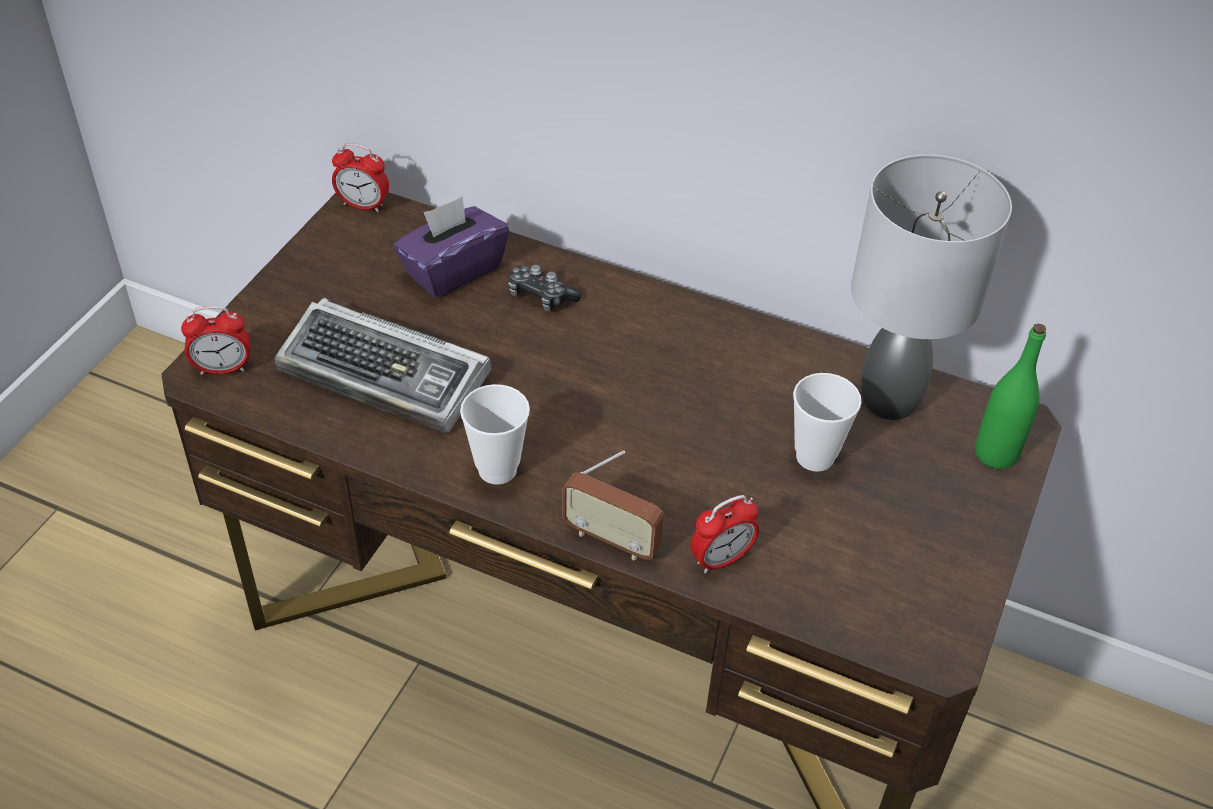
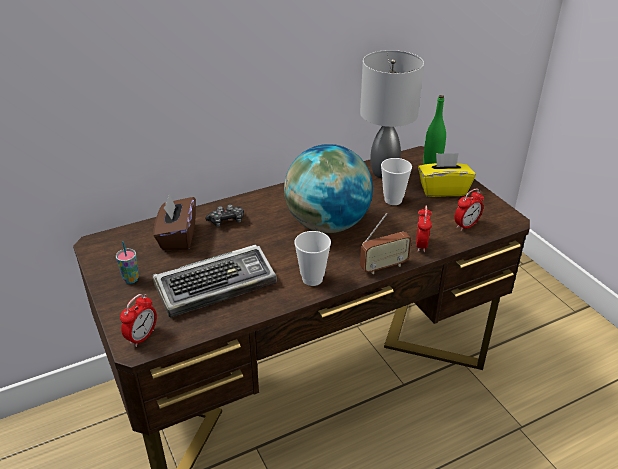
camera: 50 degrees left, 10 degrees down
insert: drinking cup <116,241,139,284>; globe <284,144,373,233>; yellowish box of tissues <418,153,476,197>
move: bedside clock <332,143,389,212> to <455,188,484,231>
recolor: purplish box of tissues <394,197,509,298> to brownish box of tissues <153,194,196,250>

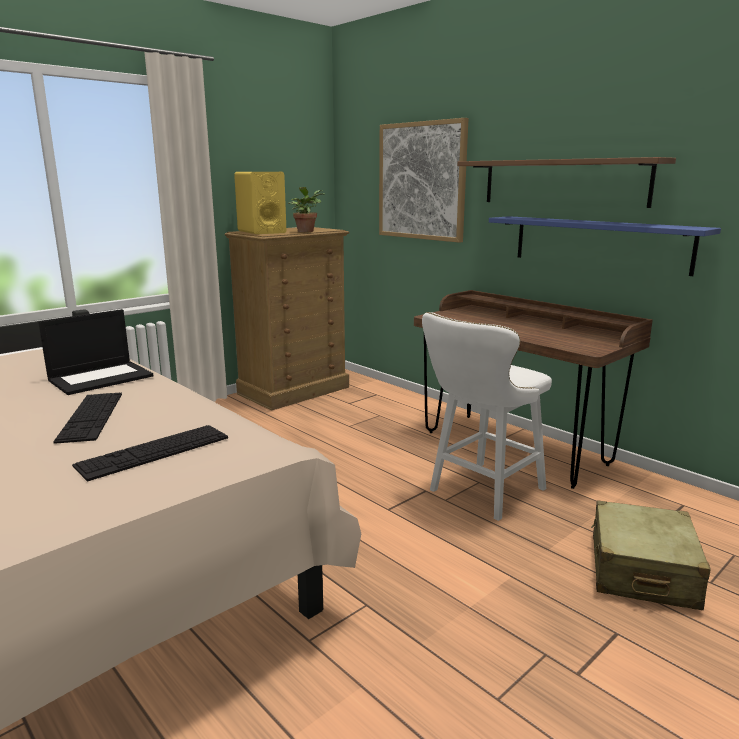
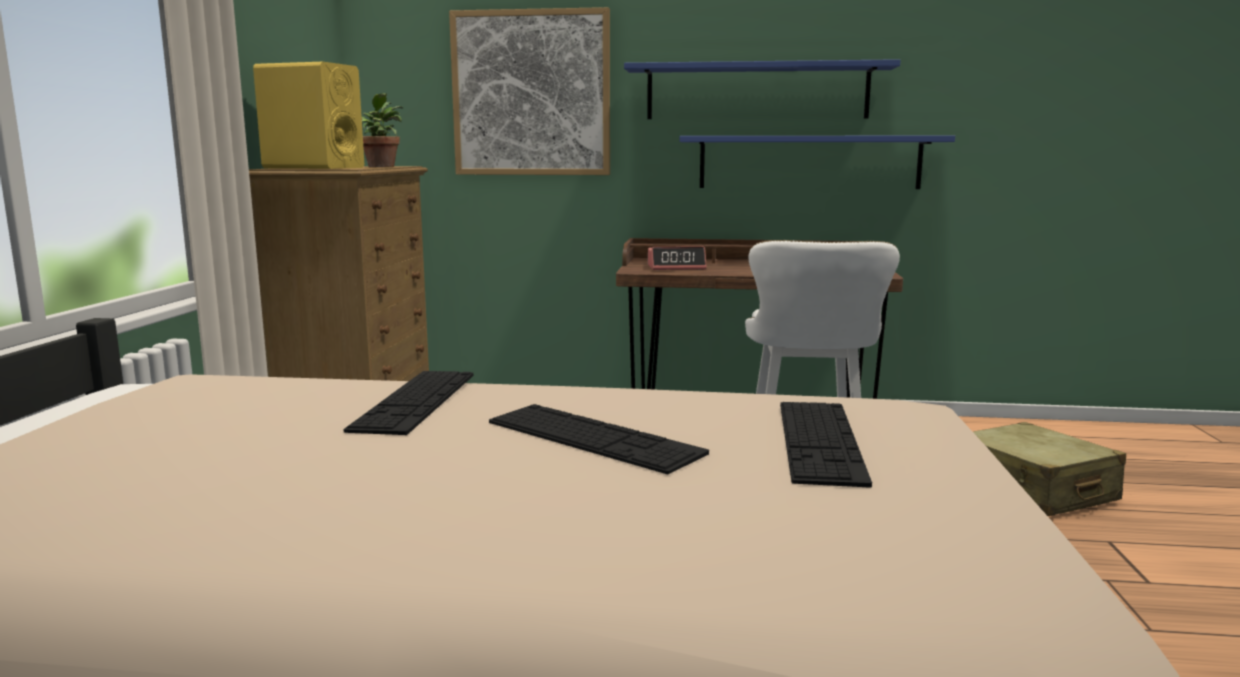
camera: 40 degrees left, 5 degrees down
insert: bedside clock <648,246,707,270>
replace: laptop <38,309,154,395> to PC keyboard <343,371,473,435>
recolor: brownish shelf <457,157,676,208> to blue-coloured shelf <624,59,901,119>

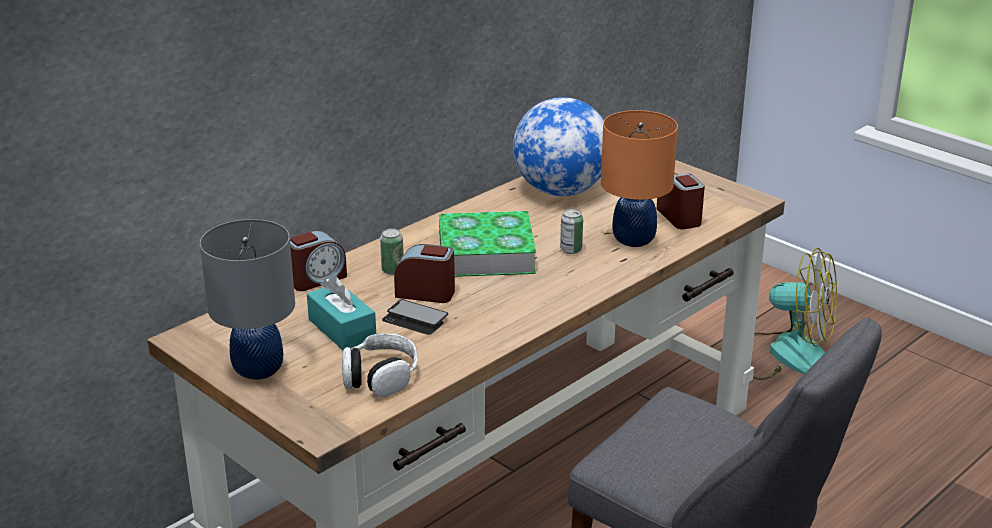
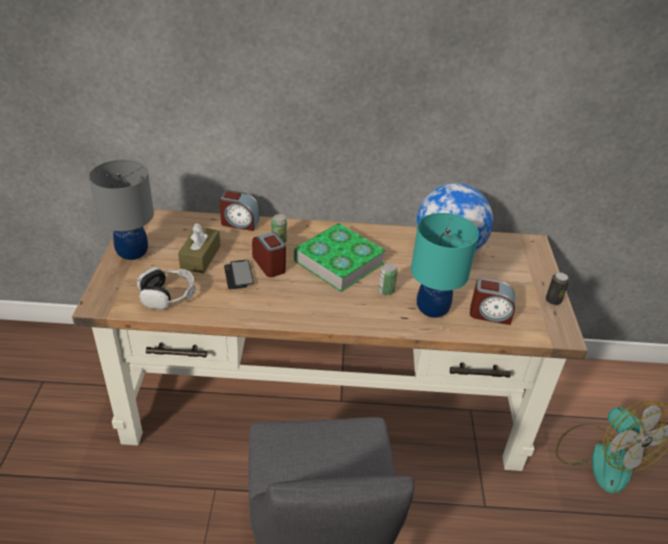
camera: 45 degrees right, 10 degrees up
insert: sealed can <546,272,569,305>
recolor: turquoise-coloured box of tissues <307,276,376,350> to brownish box of tissues <178,223,220,274>; orangey table lamp <601,110,678,247> to turquoise-coloured table lamp <411,213,479,318>
rotate: bedside clock <657,174,705,229> = <470,278,515,325> 75 degrees clockwise

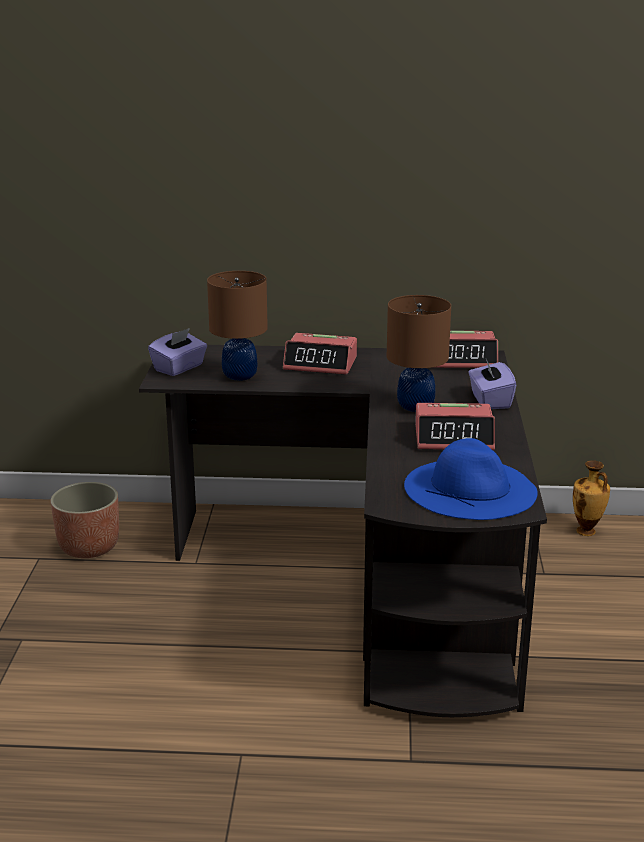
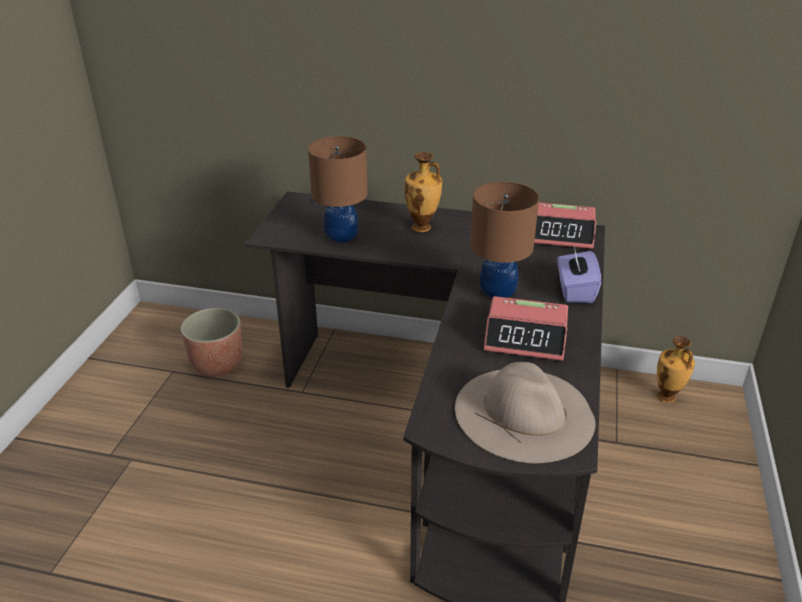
camera: 10 degrees right, 10 degrees up
delete: purplish box of tissues <148,328,207,376>
replace: bedside clock <283,333,357,375> to vase <405,152,442,232>
recolor: blue-coloured wearable hat <404,438,538,520> to beige-coloured wearable hat <455,362,596,463>

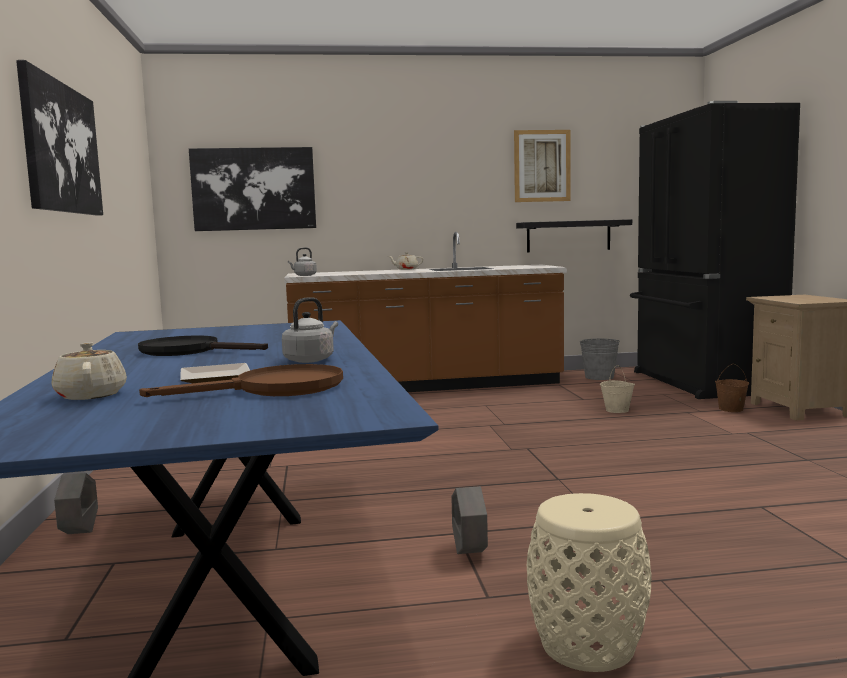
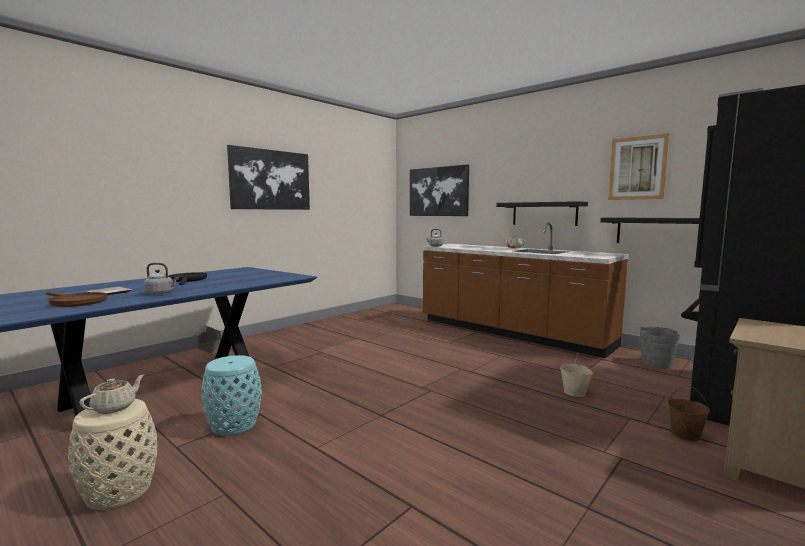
camera: 50 degrees right, 0 degrees up
insert: blackish shelf <496,201,588,226>
move: beige-coloured pot for tea <52,342,127,400> to <79,374,144,414>
replace: grey flower pot <451,486,488,554> to turquoise-coloured stool <201,355,262,436>

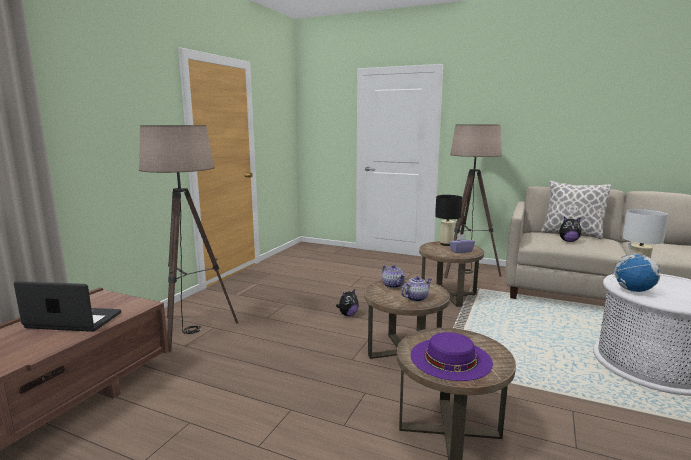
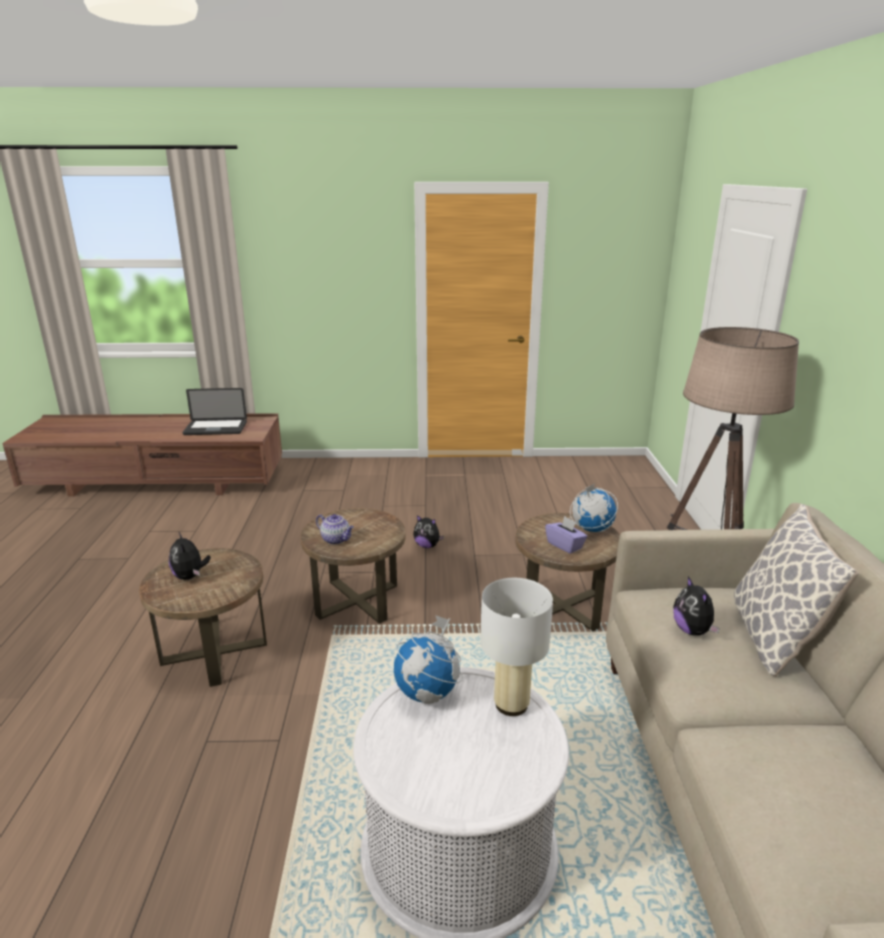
camera: 65 degrees right, 10 degrees up
delete: standard lamp <139,125,238,352>; pot for tea <382,265,406,288>
replace: purplish wearable hat <410,332,493,381> to cuddly toy <169,531,211,580>; blackish table lamp <435,195,462,246> to globe <570,483,618,532>
rotate: laptop <14,281,121,332> = <182,388,247,435> 105 degrees clockwise

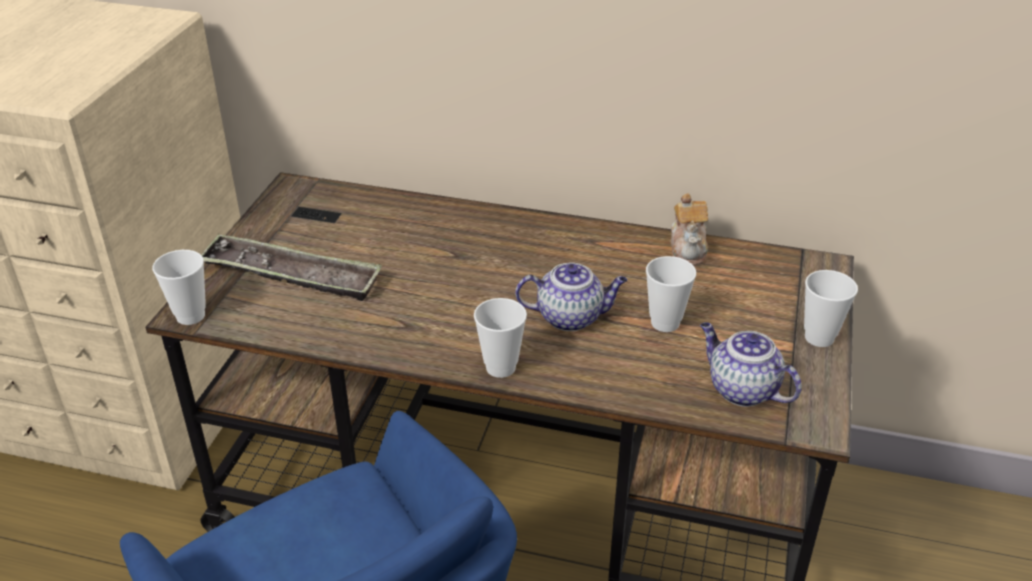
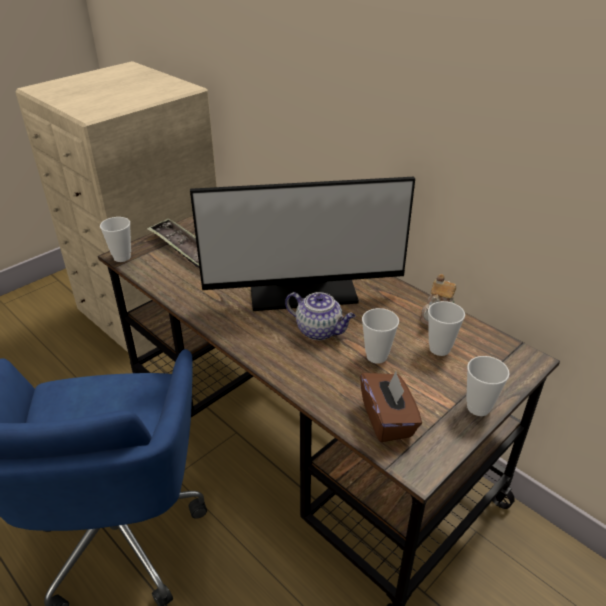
camera: 30 degrees right, 0 degrees up
insert: monitor <190,177,415,311>
move: drinking cup <474,298,527,378> to <428,301,465,356>
replace: pot for tea <700,322,802,407> to brownish box of tissues <360,371,422,442>

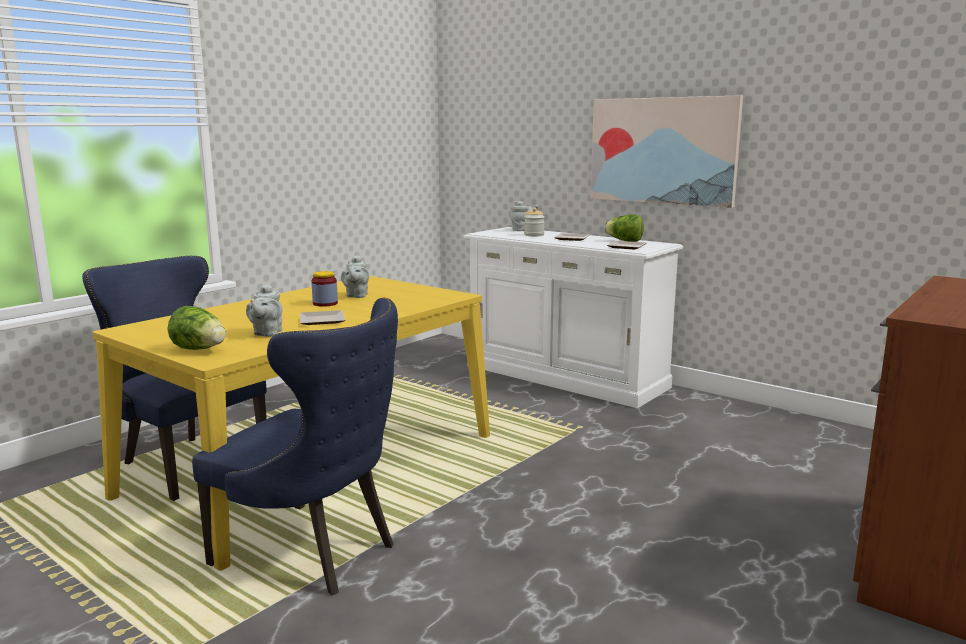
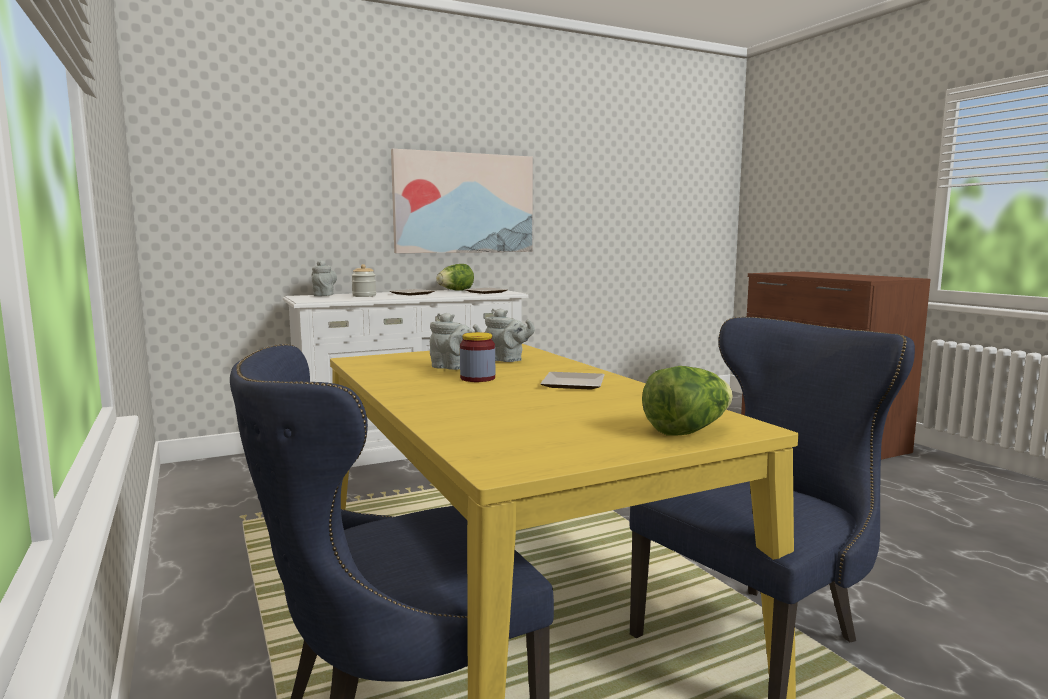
camera: 65 degrees left, 5 degrees down
move: grey pot for tea <246,284,282,337> to <485,308,535,362>

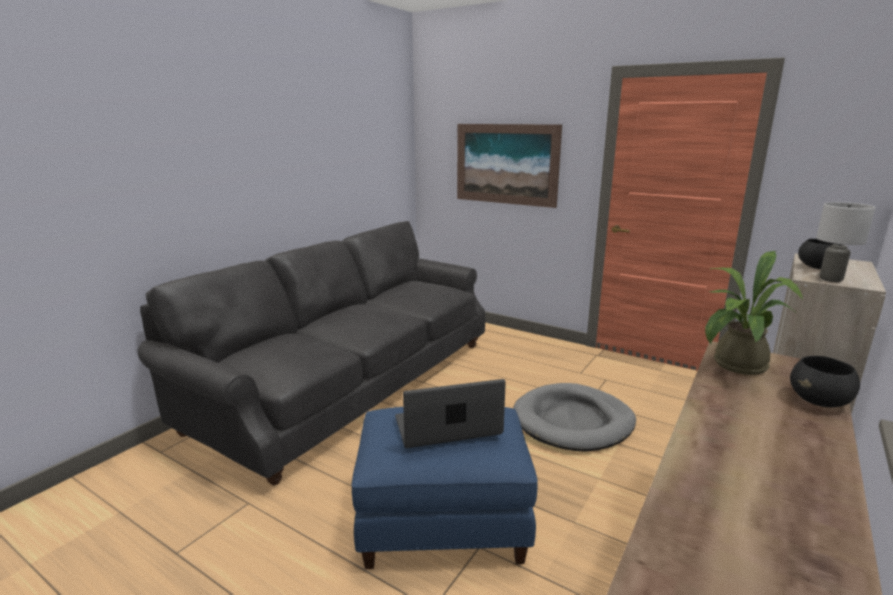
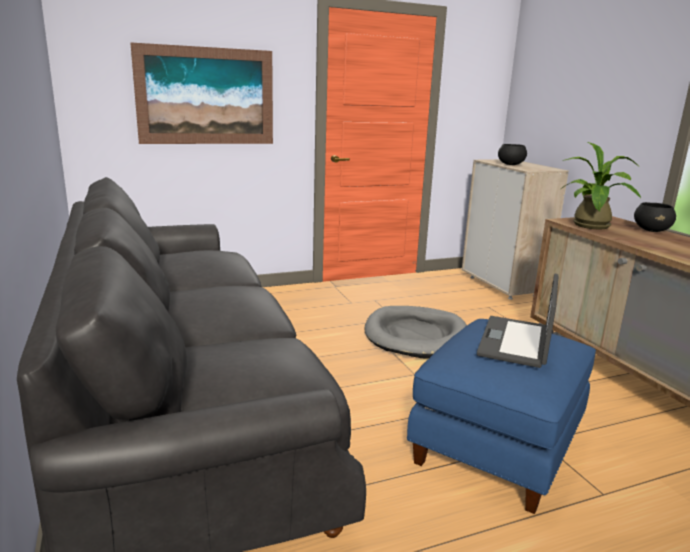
camera: 55 degrees left, 0 degrees up
delete: white-coloured table lamp <816,202,876,282>

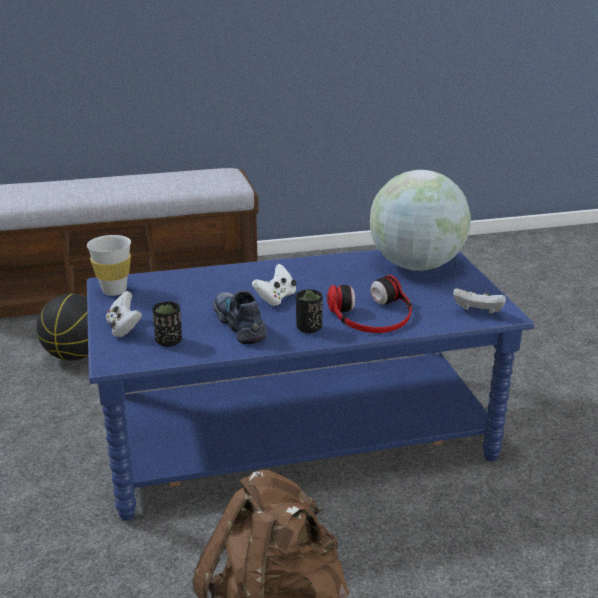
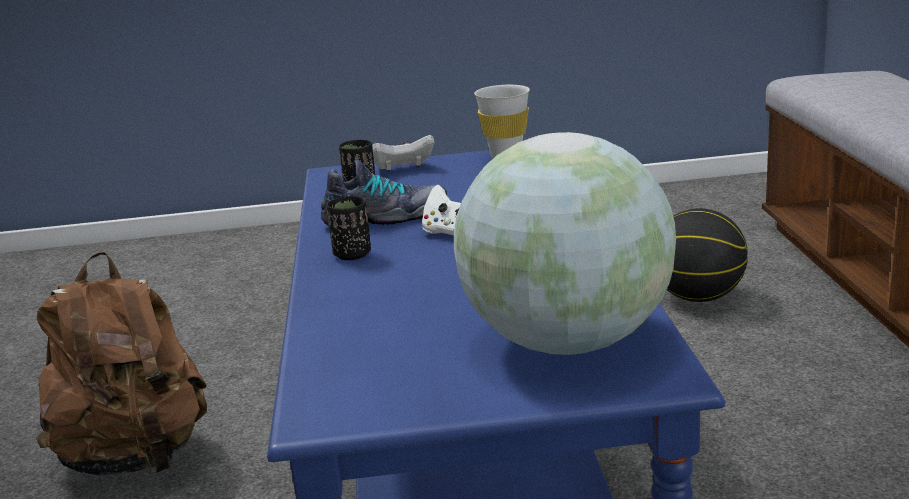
camera: 100 degrees right, 5 degrees down
delete: headset <327,275,412,333>; white-coloured gamepad <453,288,506,314>

